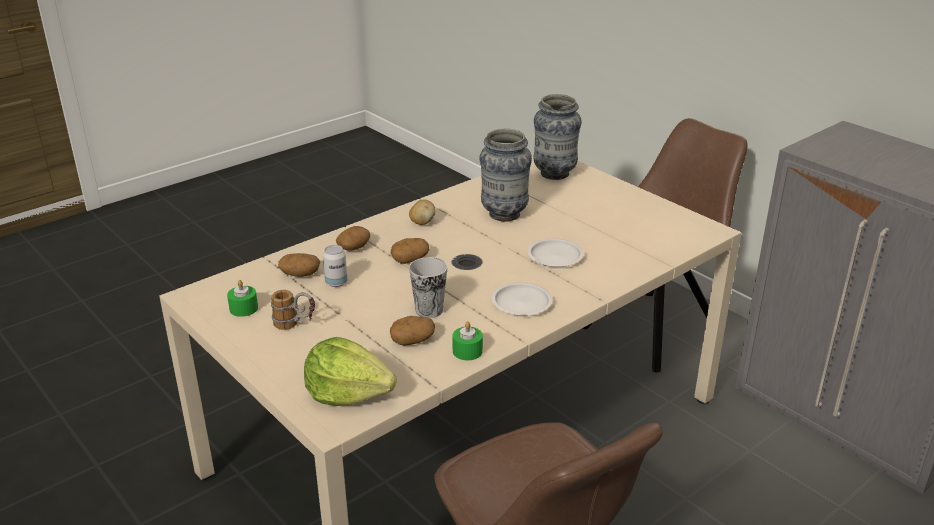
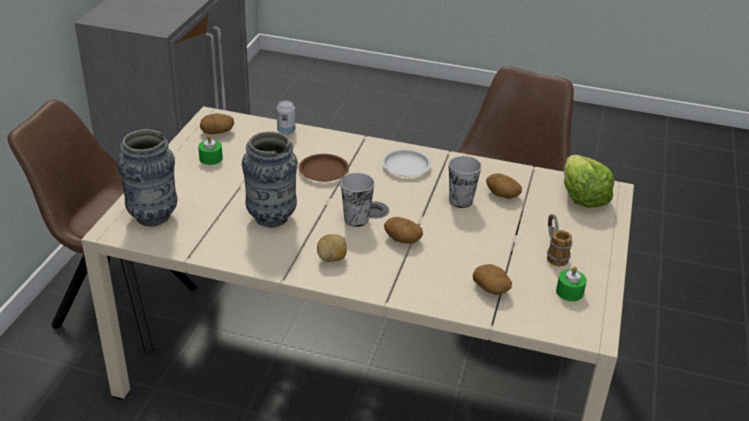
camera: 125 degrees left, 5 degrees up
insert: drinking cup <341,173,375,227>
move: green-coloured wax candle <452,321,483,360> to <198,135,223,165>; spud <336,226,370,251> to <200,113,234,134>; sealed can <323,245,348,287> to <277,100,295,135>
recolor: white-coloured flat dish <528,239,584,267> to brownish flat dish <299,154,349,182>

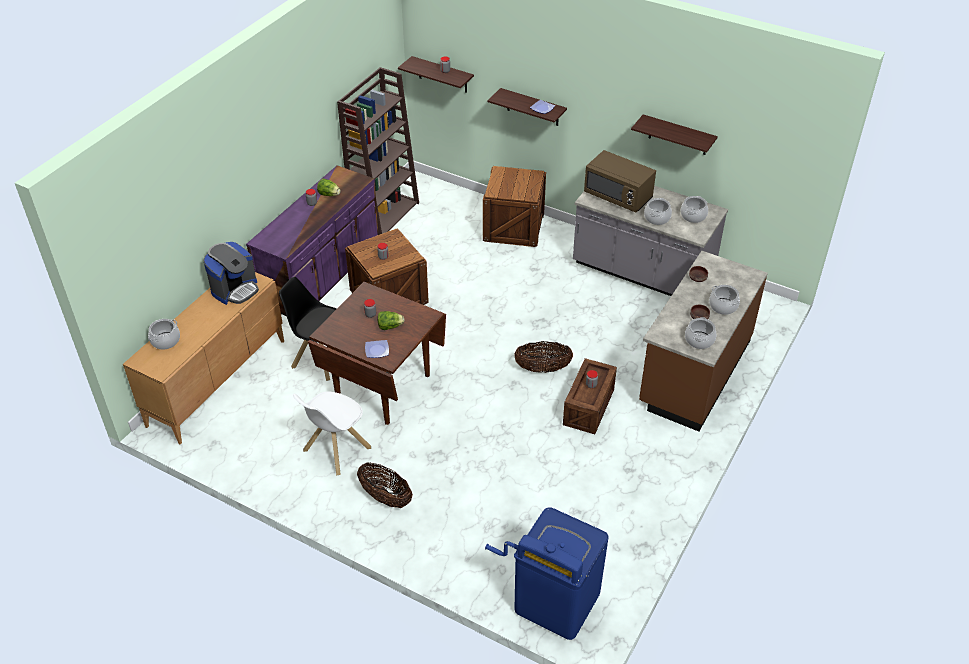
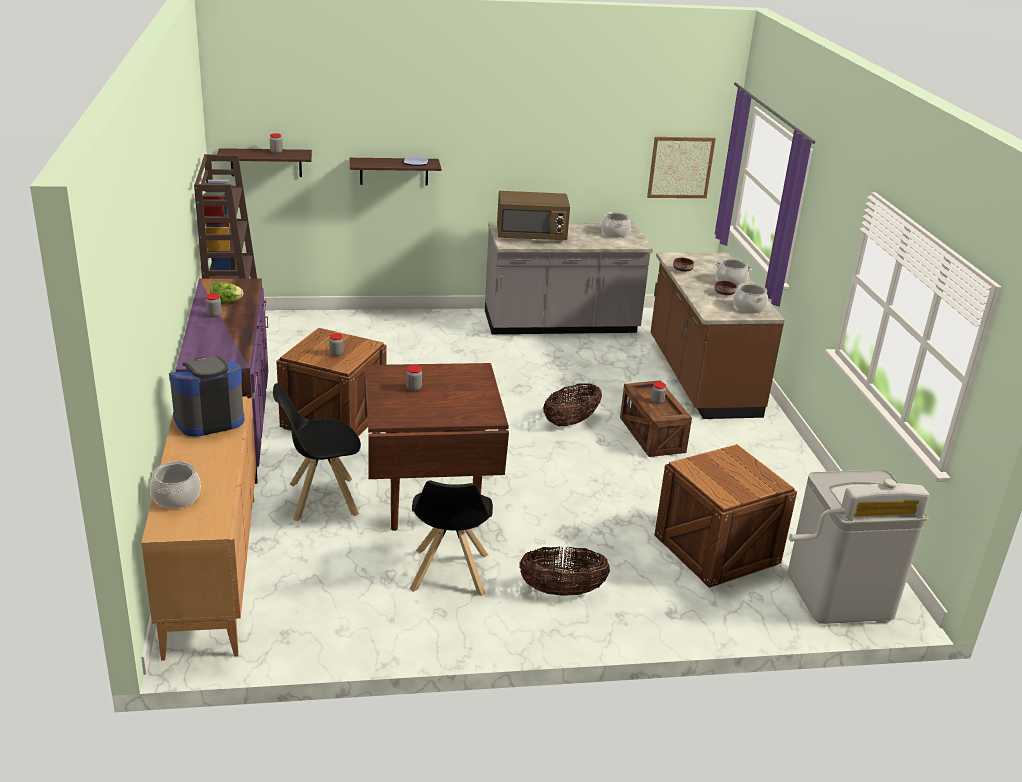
camera: 40 degrees left, 15 degrees down
delete: flat dish <365,340,389,358>; lettuce <378,311,405,330>; shelf <631,114,718,155>; cooking pot <644,198,672,225>
insert: picture <647,135,716,198>
move: shipping crate <483,166,546,247> to <654,444,797,588>
recolor: white-coloured plain chair <293,391,371,475> to blackish plain chair <410,480,493,596>; blue-coloured laundry appliance <485,507,609,640> to grey laundry appliance <788,470,929,624>
rotate: coffee maker <204,242,259,305> = <169,356,244,437> 120 degrees counterclockwise

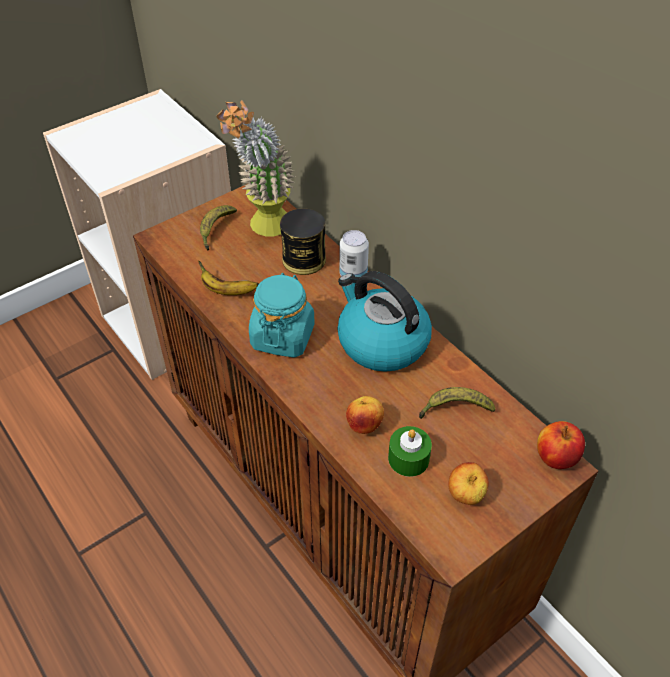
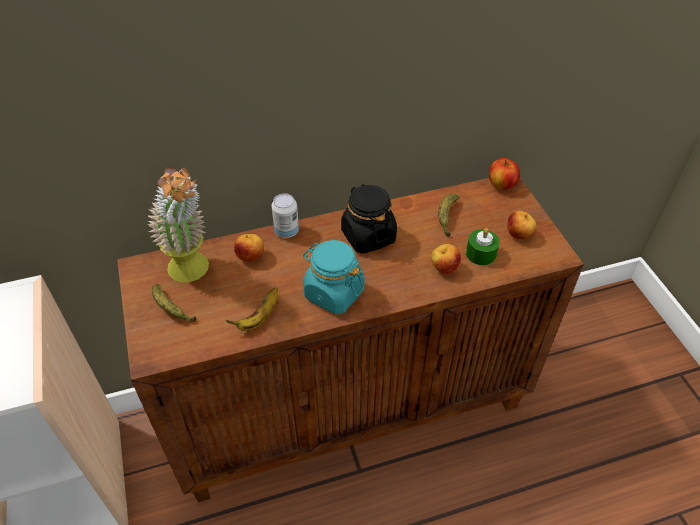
camera: 70 degrees left, 0 degrees up
replace: sealed can <280,208,326,275> to whole apple <234,234,264,262>; kettle <337,271,432,372> to blackish storage jar <341,184,397,254>

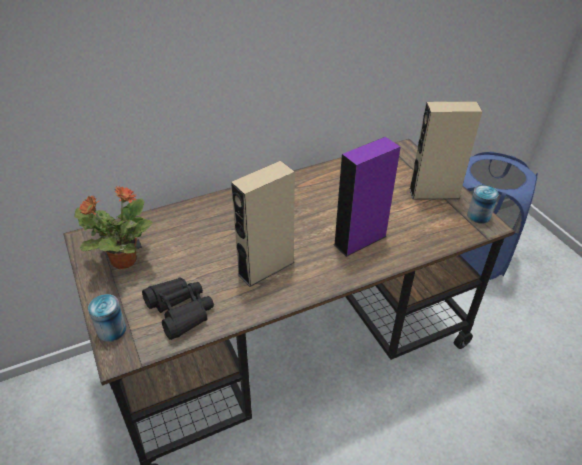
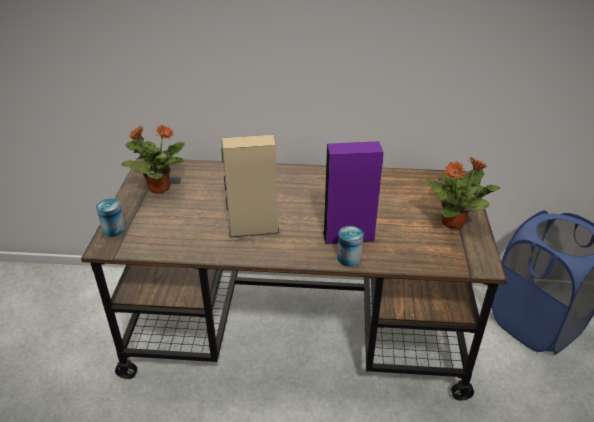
camera: 30 degrees right, 5 degrees down
delete: blackish field glasses <142,277,214,340>
move: sealed can <467,185,499,224> to <337,226,364,267>
replace: beige-coloured speaker <409,101,482,200> to houseplant <425,157,500,229>

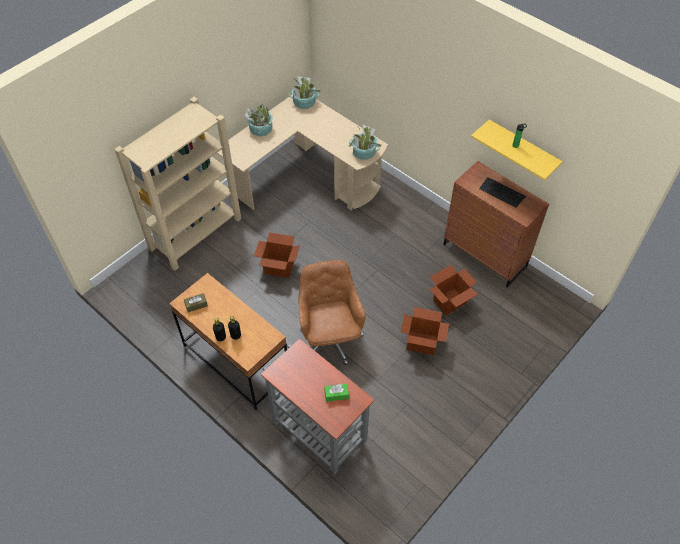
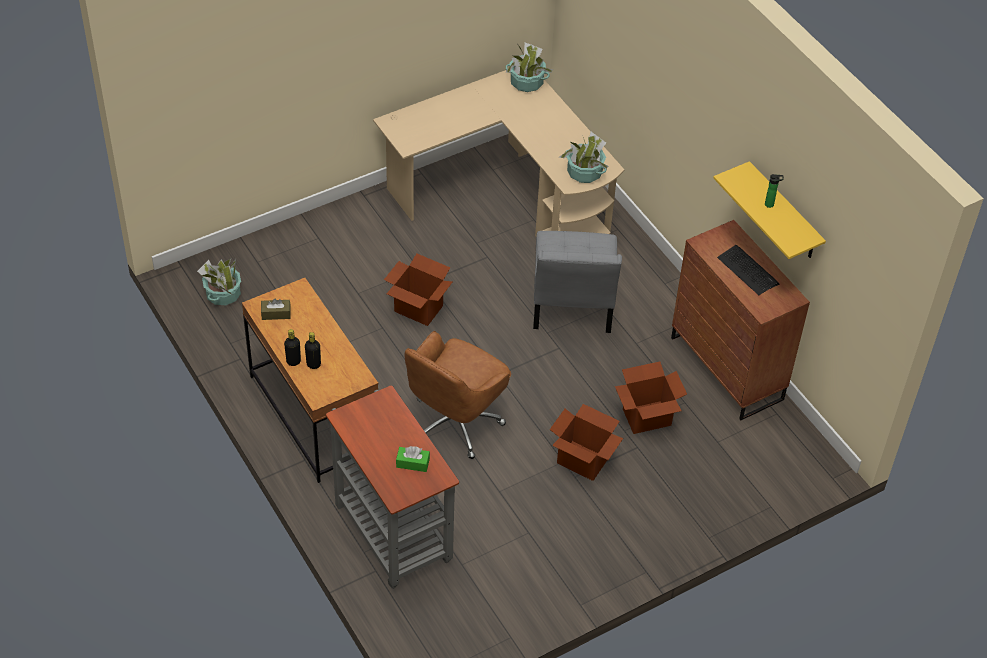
camera: 15 degrees right, 5 degrees down
delete: beige-coloured bookcase <114,97,241,271>
insert: grey plain chair <533,231,622,333>
move: houseplant <245,103,273,136> to <197,259,241,305>
rotate: brownish office chair <299,260,366,365> = <405,331,511,459> 150 degrees counterclockwise

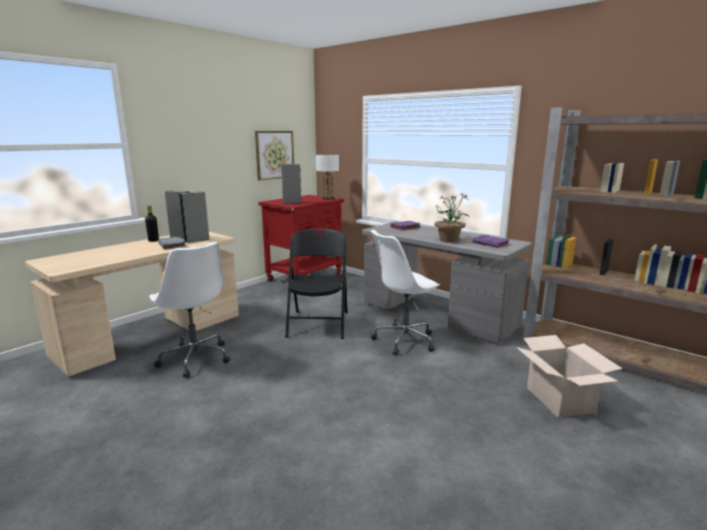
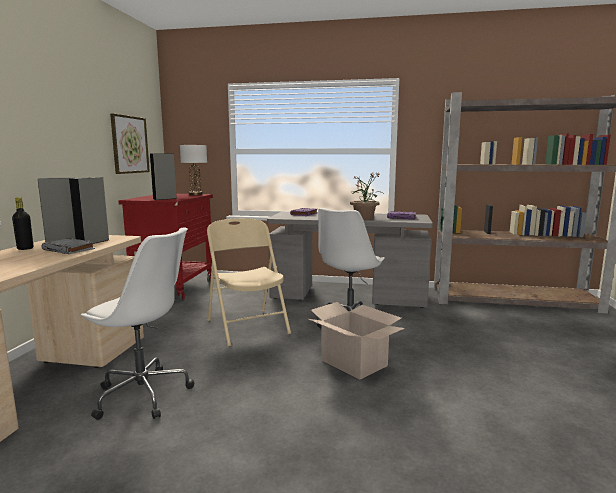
camera: 30 degrees left, 5 degrees down
move: cardboard box <516,335,622,418> to <308,302,405,380>
recolor: blackish plain chair <285,229,348,339> to beige-coloured plain chair <207,218,291,347>

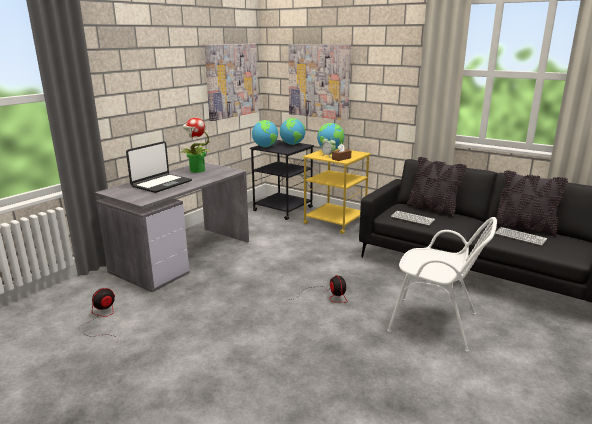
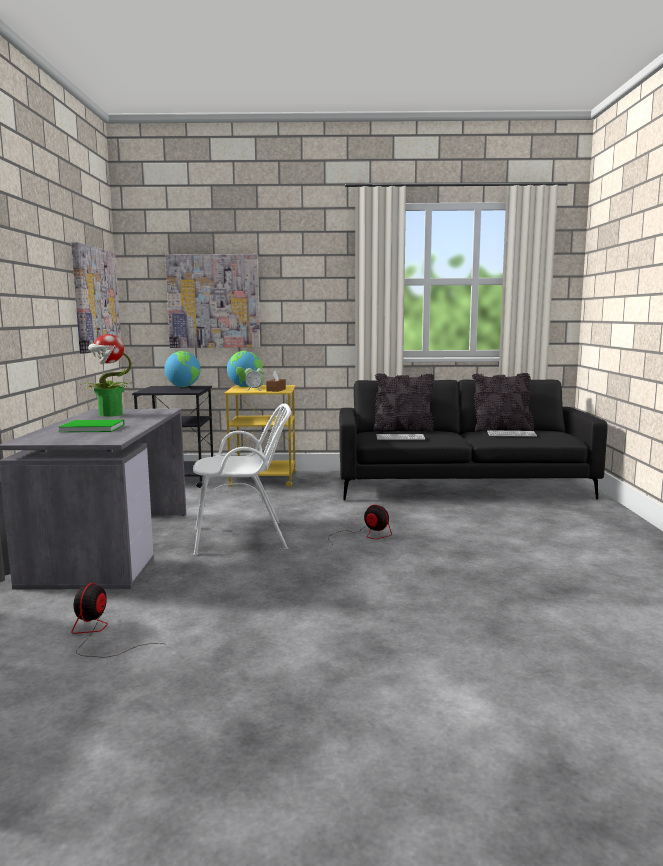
camera: 35 degrees left, 10 degrees down
delete: globe <252,120,278,147>
move: white-coloured plain chair <387,217,497,352> to <193,404,291,555>
replace: laptop <126,141,192,193> to green-coloured bound book <59,420,124,432>

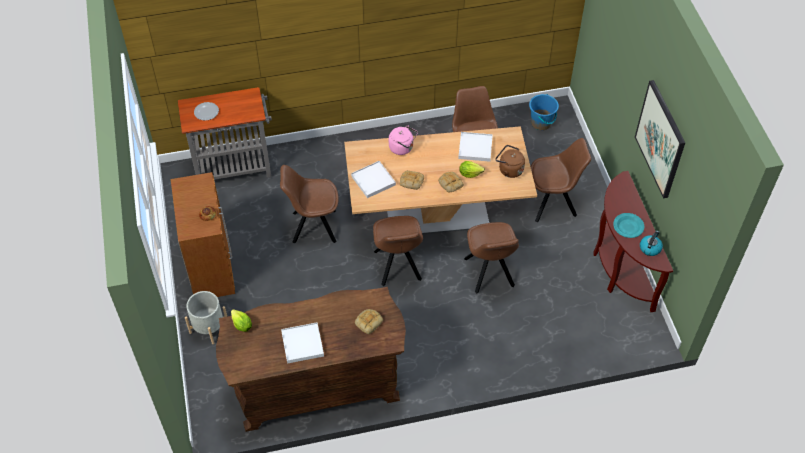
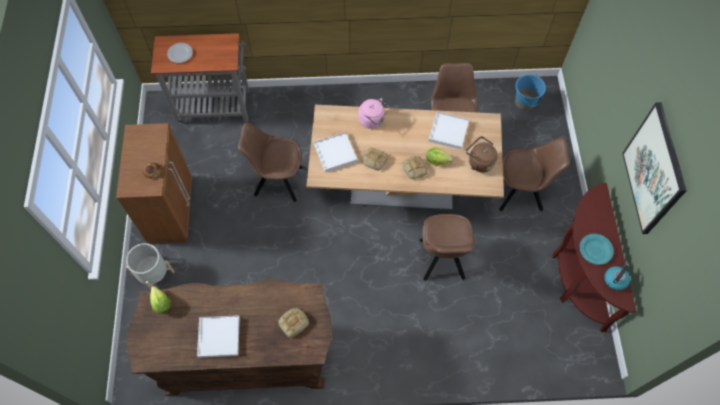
camera: 10 degrees right, 10 degrees up
delete: brownish plain chair <373,216,423,286>

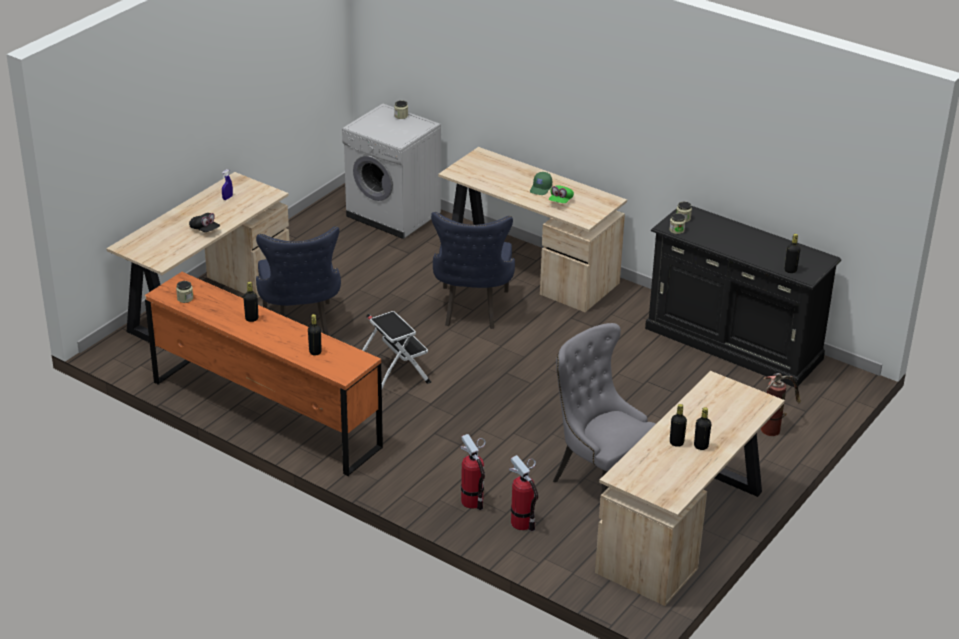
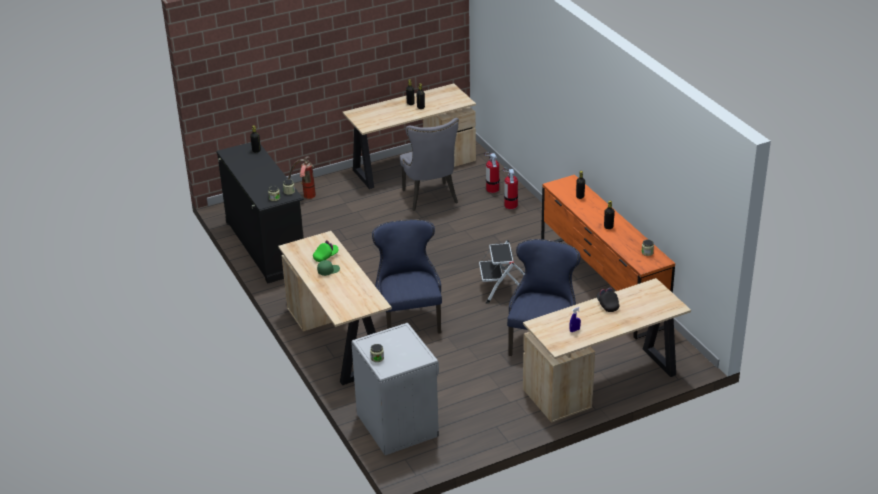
camera: 150 degrees left, 0 degrees up
rotate: blue-coloured plain chair <431,212,515,329> = <372,219,442,334> 45 degrees counterclockwise

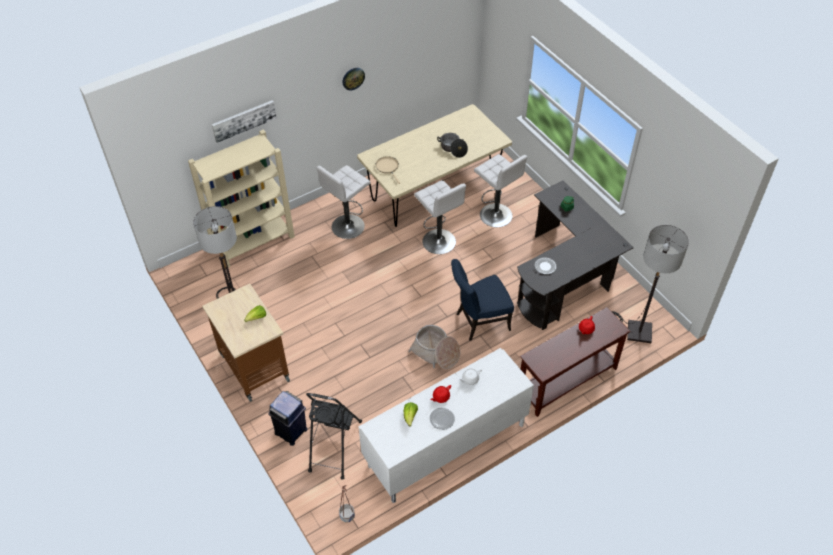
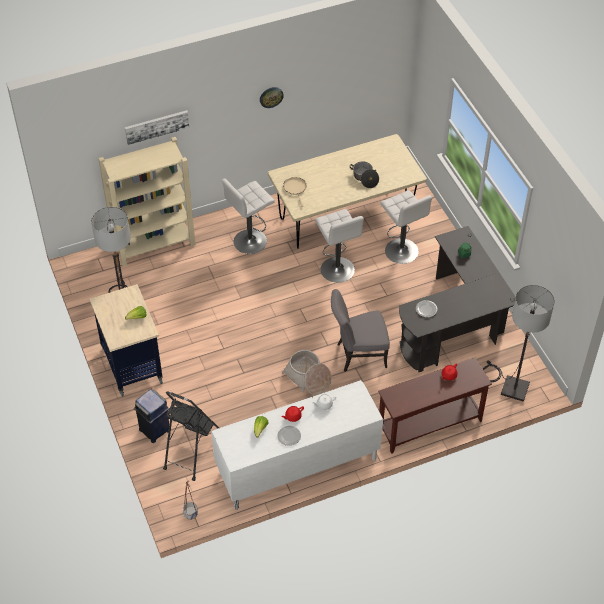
camera: 10 degrees right, 0 degrees up
recolor: brownish wheeled cart <202,284,290,402> to blue-coloured wheeled cart <90,284,163,397>; blue-coloured plain chair <451,259,514,341> to grey plain chair <331,289,390,372>

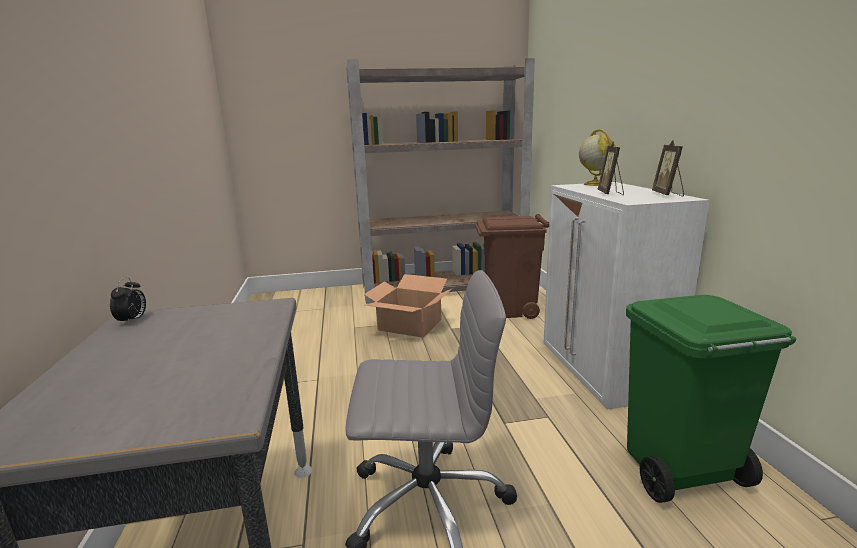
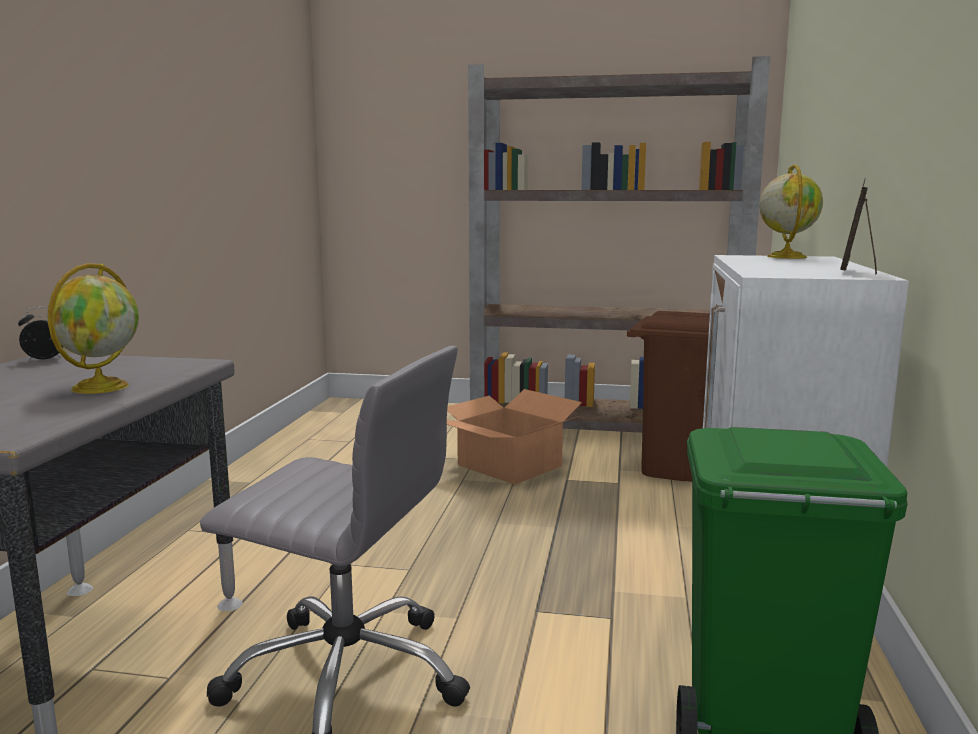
camera: 20 degrees right, 5 degrees down
delete: photo frame <598,141,624,195>
insert: globe <47,263,139,394>
rotate: bedside clock <110,277,146,325> = <18,307,63,359> 135 degrees counterclockwise

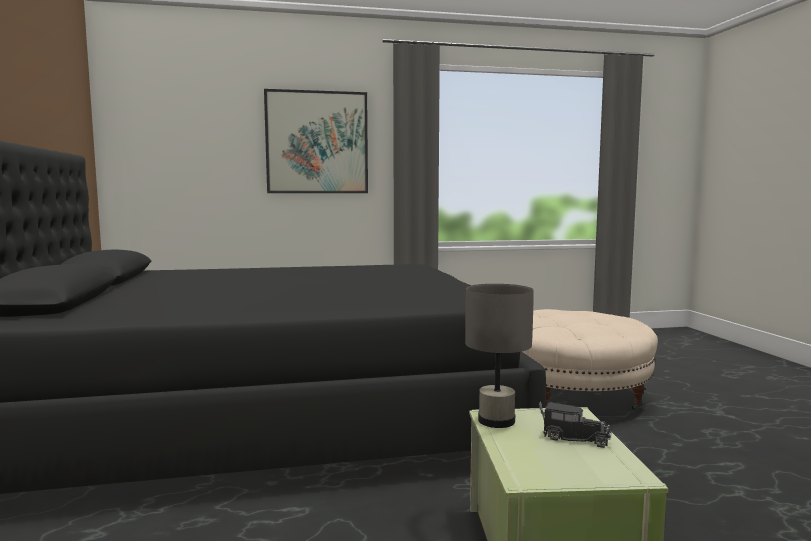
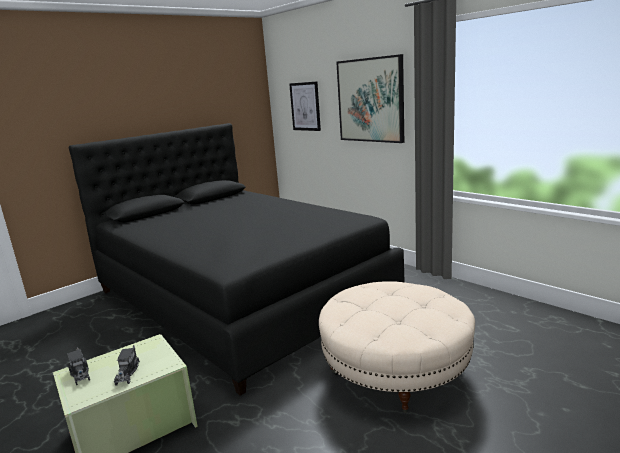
camera: 60 degrees right, 10 degrees up
delete: grey table lamp <465,284,534,428>
insert: model truck <67,347,90,385>; picture <289,81,321,131>

